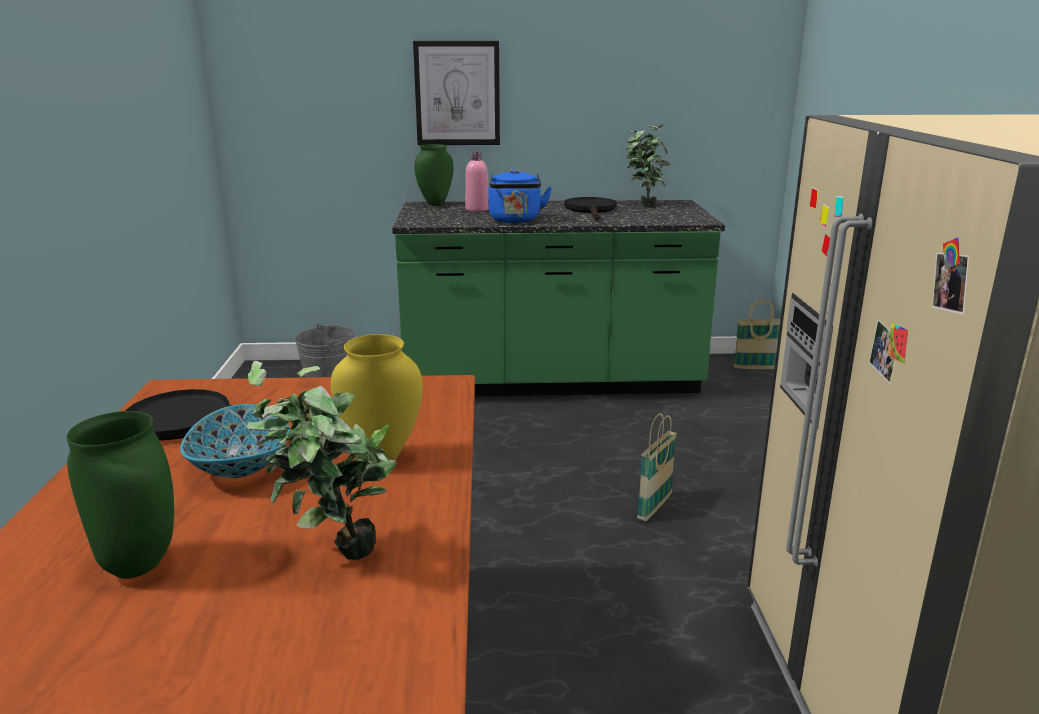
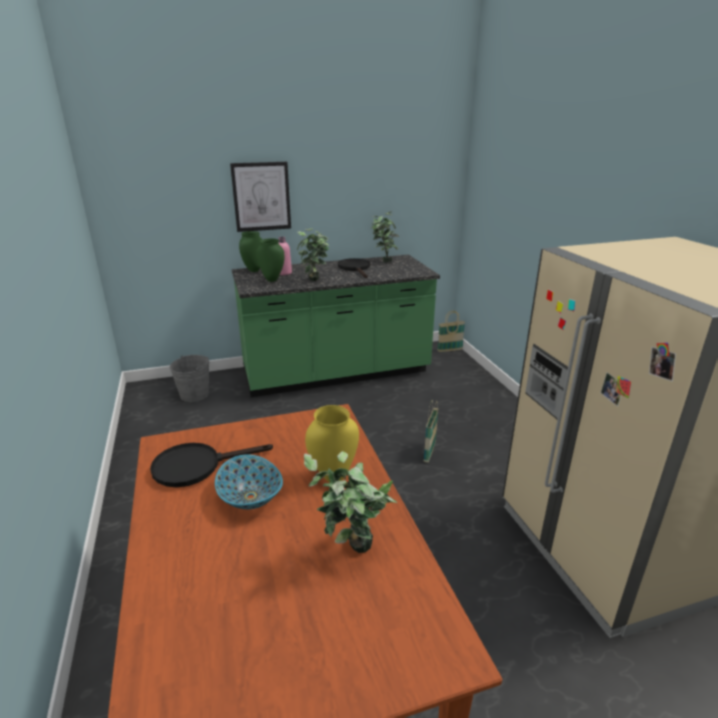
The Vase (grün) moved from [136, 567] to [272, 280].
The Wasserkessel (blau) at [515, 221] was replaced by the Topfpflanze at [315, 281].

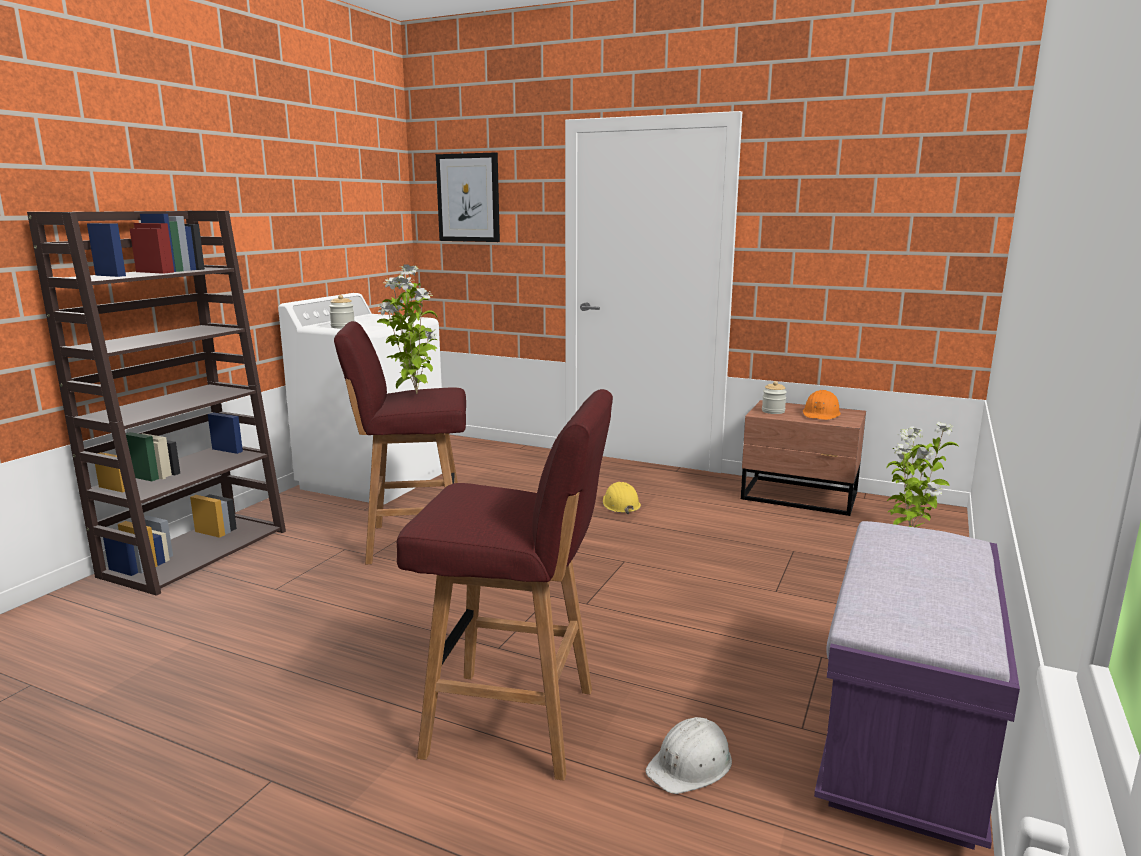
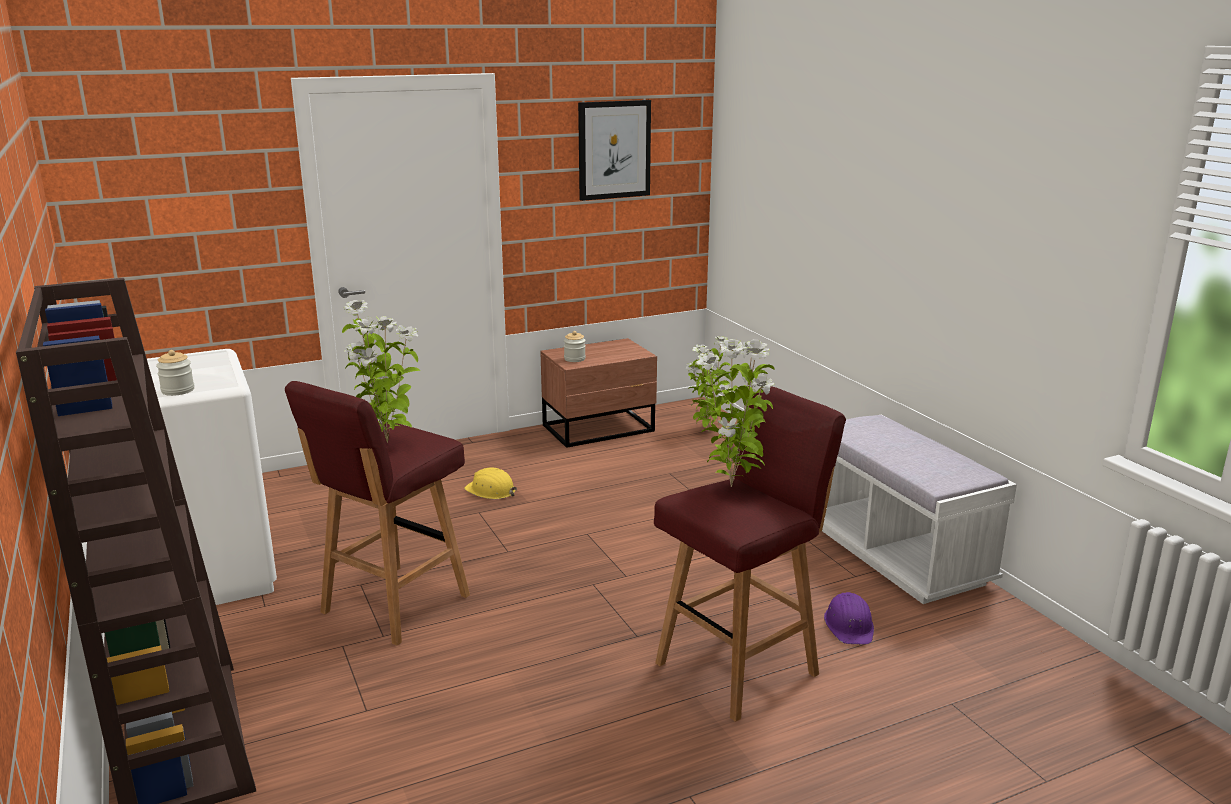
The Schutzhelm (orange) at [821, 414] disappeared.
The Topfpflanze at [733, 486] appeared.
The Bild moved from [468, 198] to [614, 150].
The Schutzhelm (weiß) at [691, 764] became the Schutzhelm (lila) at [849, 625].
The Bank (lila) at [904, 740] became the Bank (weiß) at [896, 555].

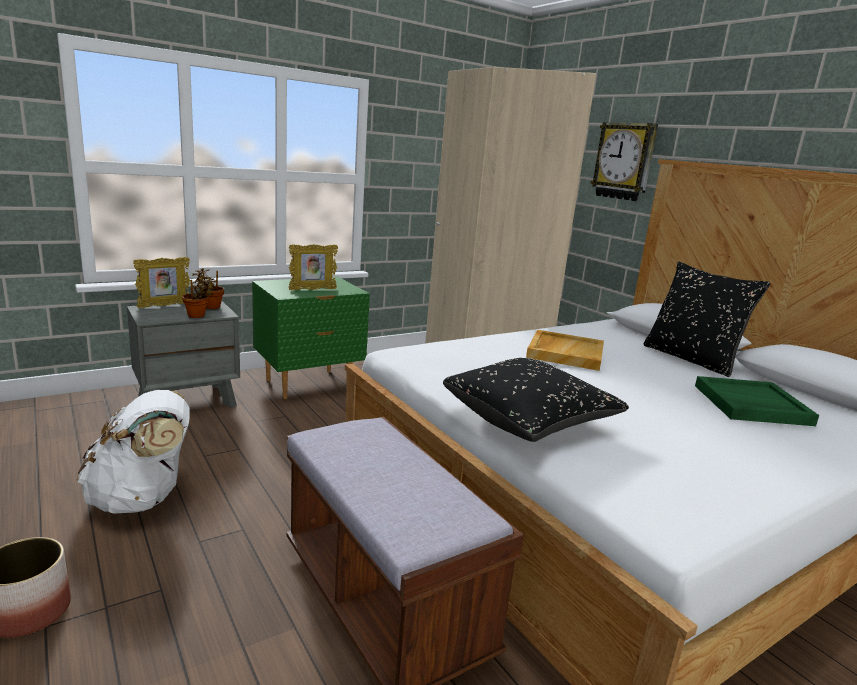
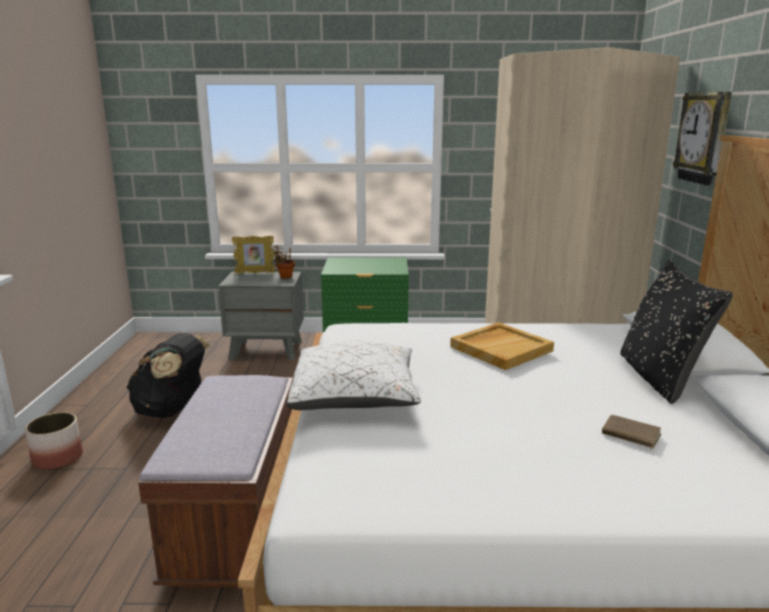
The Topfpflanze at [198, 315] disappeared.
The Bilderrahmen at [312, 289] disappeared.
The Tablett (grün) at [751, 405] was replaced by the Buch (braun) at [630, 435].
The Rucksack (weiß) at [142, 498] became the Rucksack (schwarz) at [172, 410].
The Kissen (schwarz) at [529, 419] became the Kissen (weiß) at [355, 397].

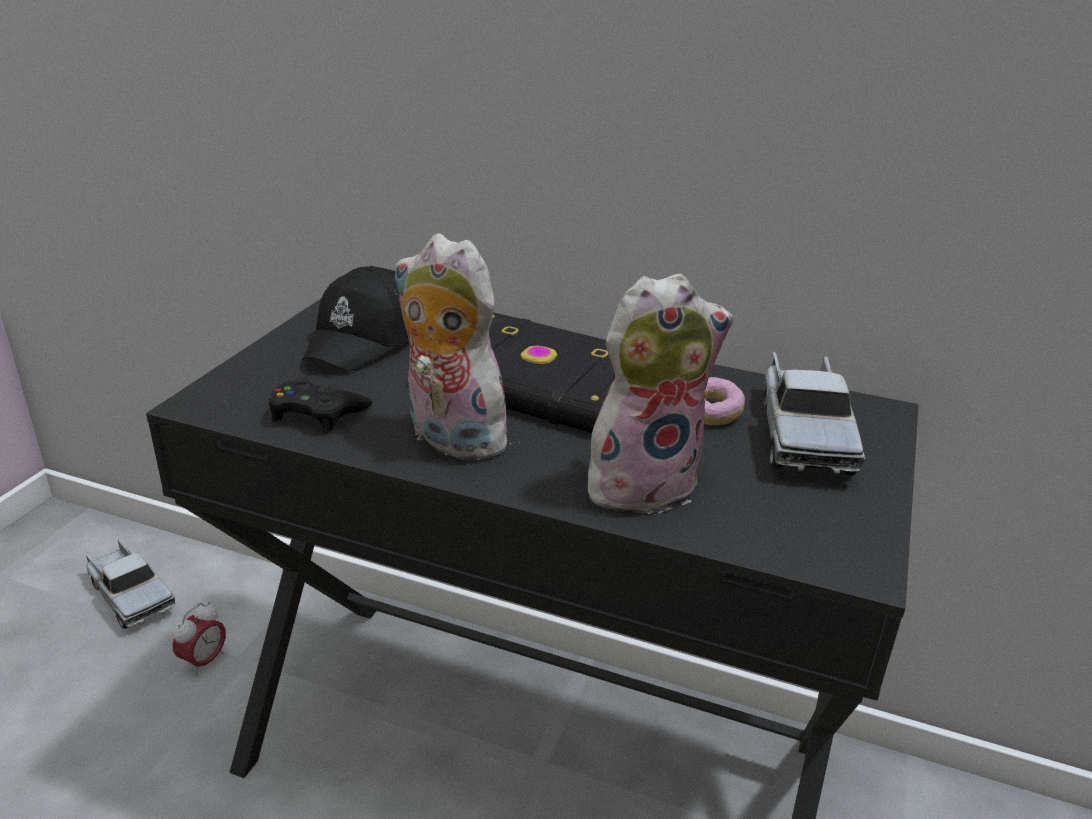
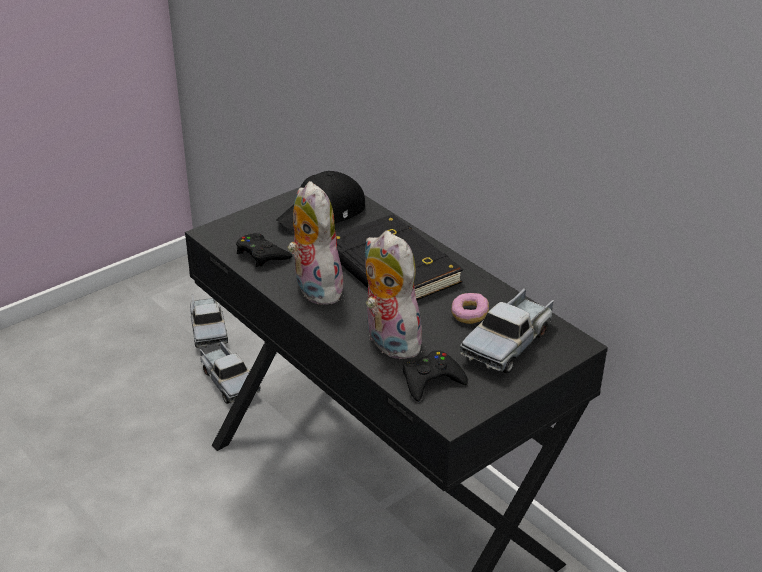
The Gamepad (schwarz) at [431, 380] appeared.
The Wecker at [204, 661] was replaced by the Spielzeuglaster at [228, 381].
The Plüschtier at [642, 483] turned 135 degrees counterclockwise.

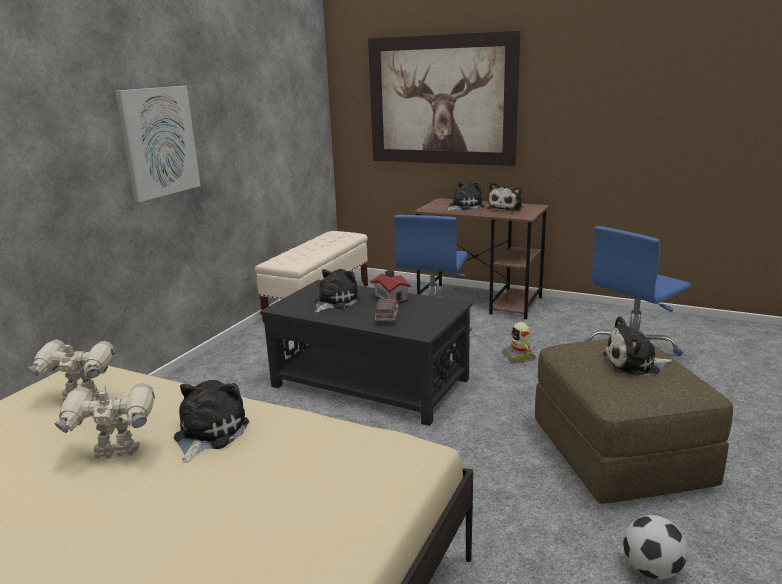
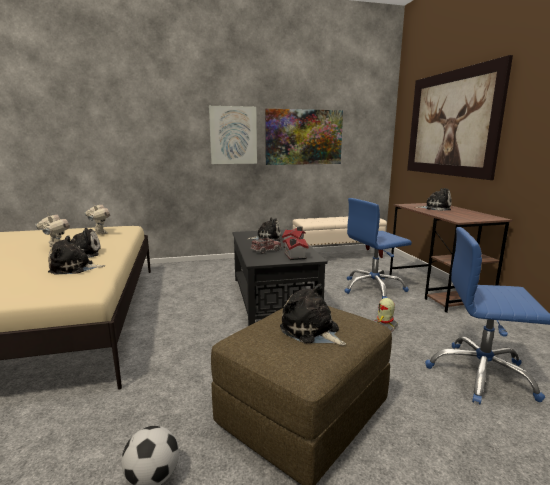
The Bild at [303, 137] appeared.
The Spielzeughaus at [294, 256] appeared.
The Plüschtier moved from [506, 208] to [74, 268].

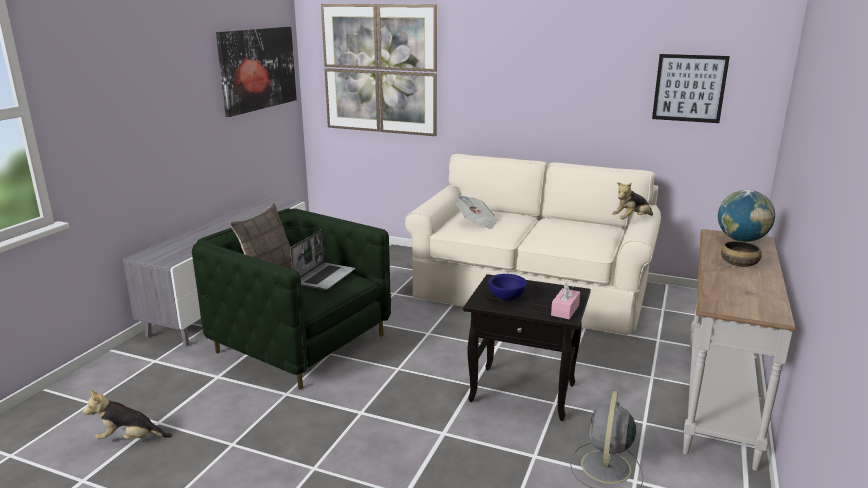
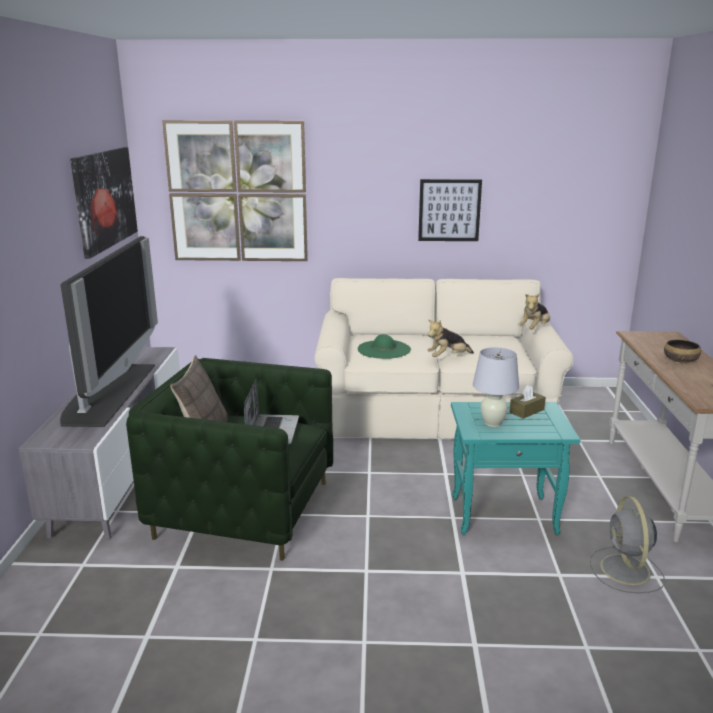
The Taschentuchbox (rosa) at [565, 310] disappeared.
The Globus at [741, 240] disappeared.
The Fernseher at [109, 393] appeared.
The Taschentuchbox (braun) at [526, 411] appeared.
The Plüschtier moved from [130, 439] to [448, 357].
The Bild moved from [689, 88] to [449, 210].
The Zeitung at [477, 223] was replaced by the Hut (grün) at [384, 349].
The Schüssel (blau) at [506, 298] was replaced by the Tischlampe (weiß) at [492, 423].
The Beistelltisch (schwarz) at [524, 392] became the Beistelltisch (türkis) at [505, 514].

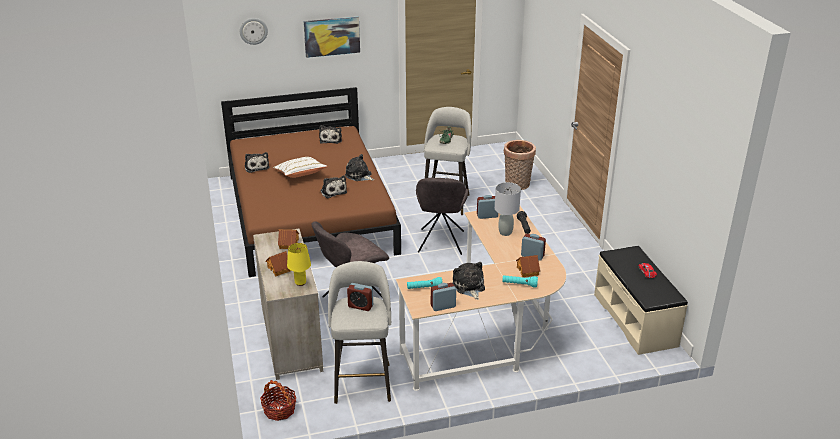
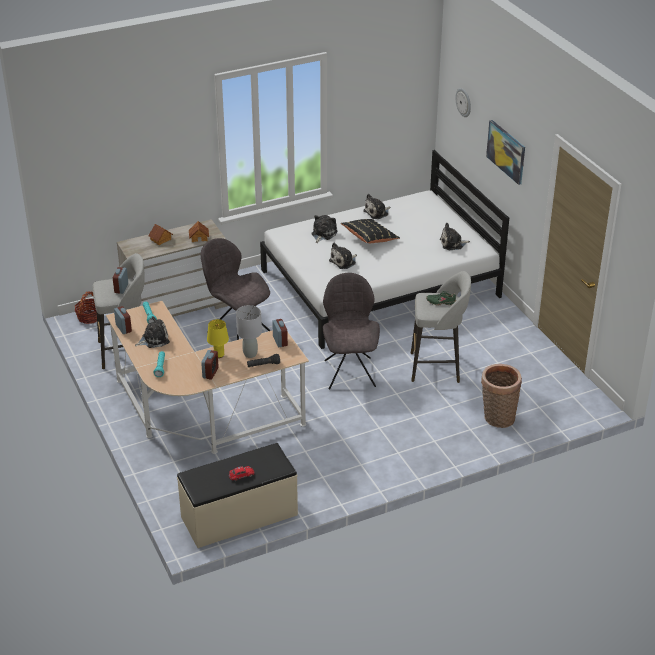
The Spielzeughaus at [528, 271] disappeared.
The Tischlampe (gelb) moved from [300, 283] to [219, 355].
The Plüschtier moved from [359, 175] to [323, 234].
The Bett (braun) at [310, 213] became the Bett (weiß) at [380, 283].
The Kissen (weiß) at [300, 175] became the Kissen (schwarz) at [369, 238].
The Stuhl (grau) at [440, 243] turned 90 degrees clockwise.

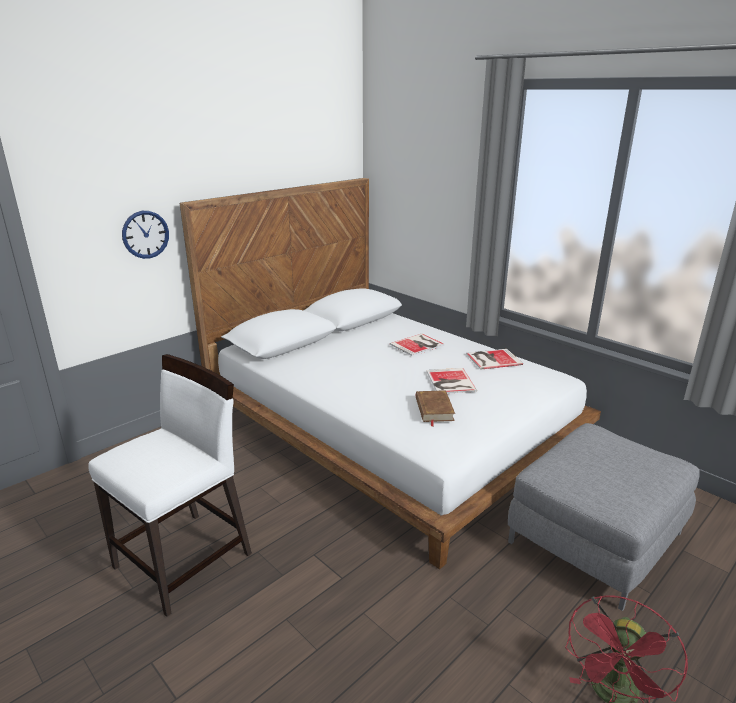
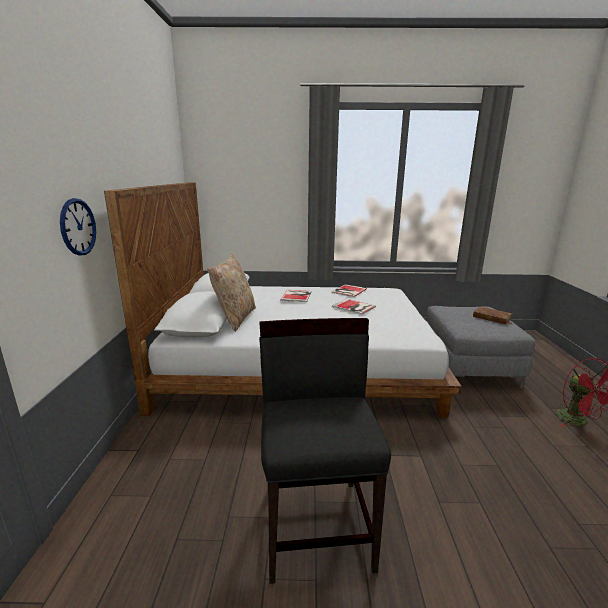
The Kissen (beige) at [235, 318] appeared.
The Buch (braun) moved from [434, 409] to [491, 318].
The Stuhl (weiß) at [185, 560] became the Stuhl (schwarz) at [317, 524].

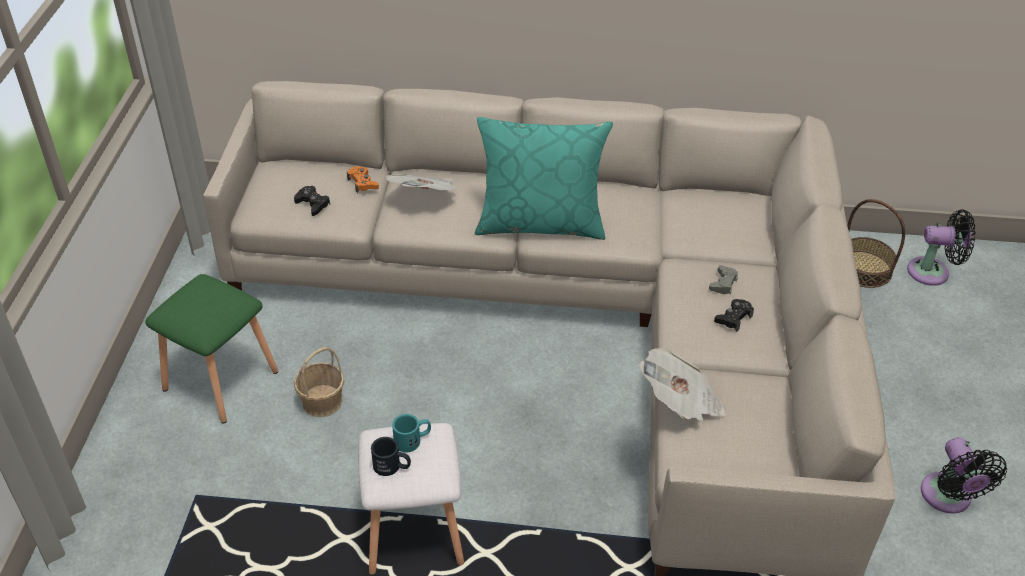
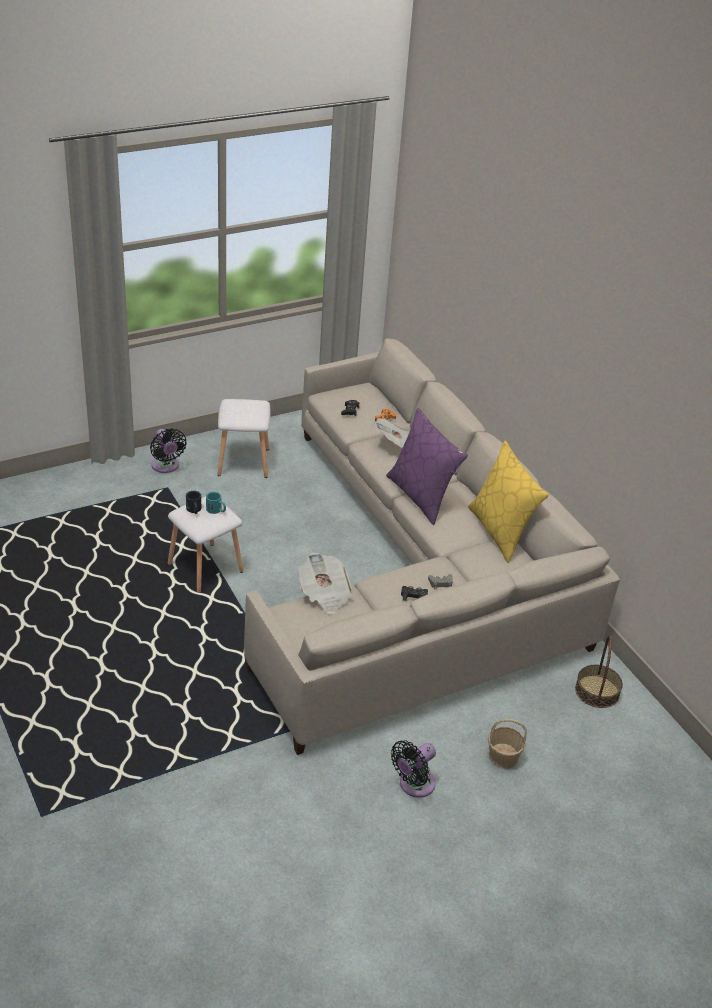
The Kissen (gelb) at [501, 531] appeared.
The Korb moved from [321, 402] to [503, 756].
The Ventilator (schwarz) moved from [933, 272] to [166, 466].
The Hocker (grün) at [219, 380] became the Hocker (weiß) at [243, 461].
The Kissen (türkis) at [540, 223] became the Kissen (lila) at [421, 496].

